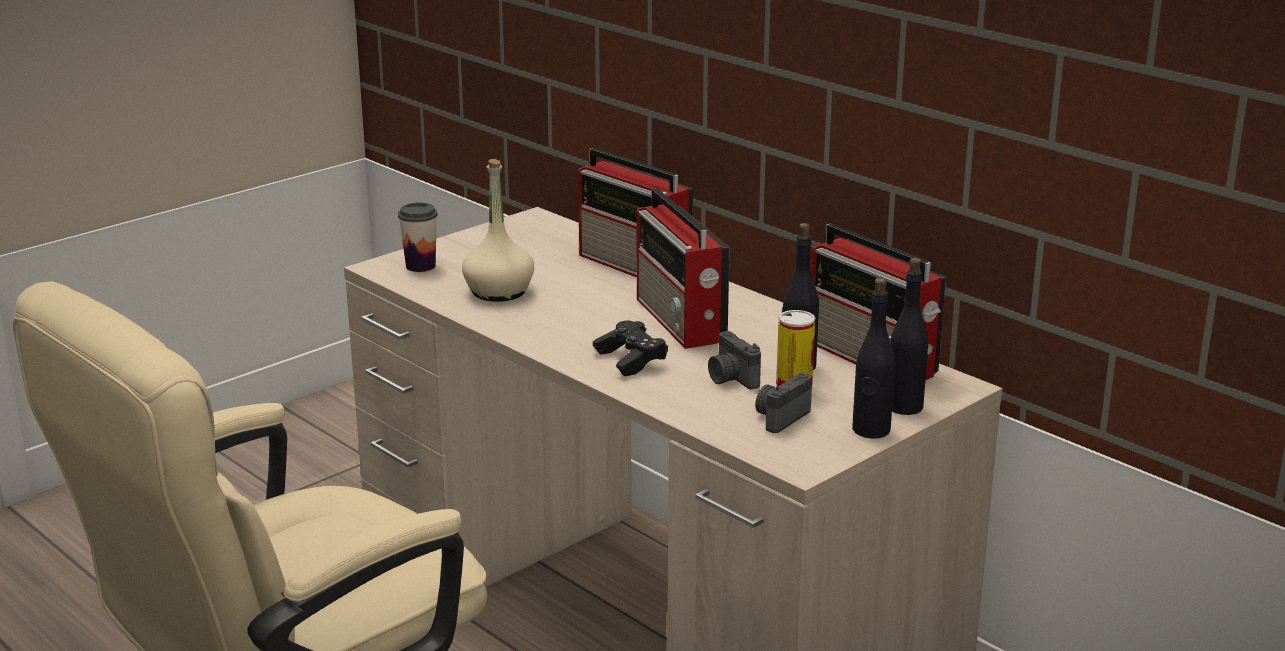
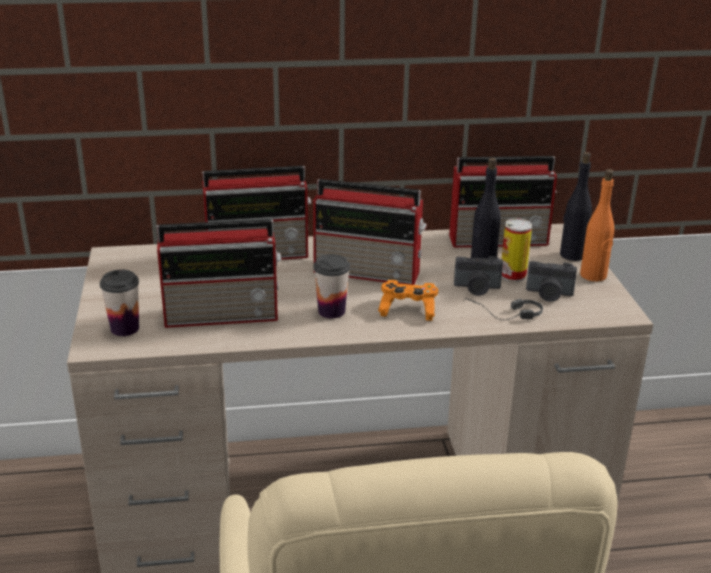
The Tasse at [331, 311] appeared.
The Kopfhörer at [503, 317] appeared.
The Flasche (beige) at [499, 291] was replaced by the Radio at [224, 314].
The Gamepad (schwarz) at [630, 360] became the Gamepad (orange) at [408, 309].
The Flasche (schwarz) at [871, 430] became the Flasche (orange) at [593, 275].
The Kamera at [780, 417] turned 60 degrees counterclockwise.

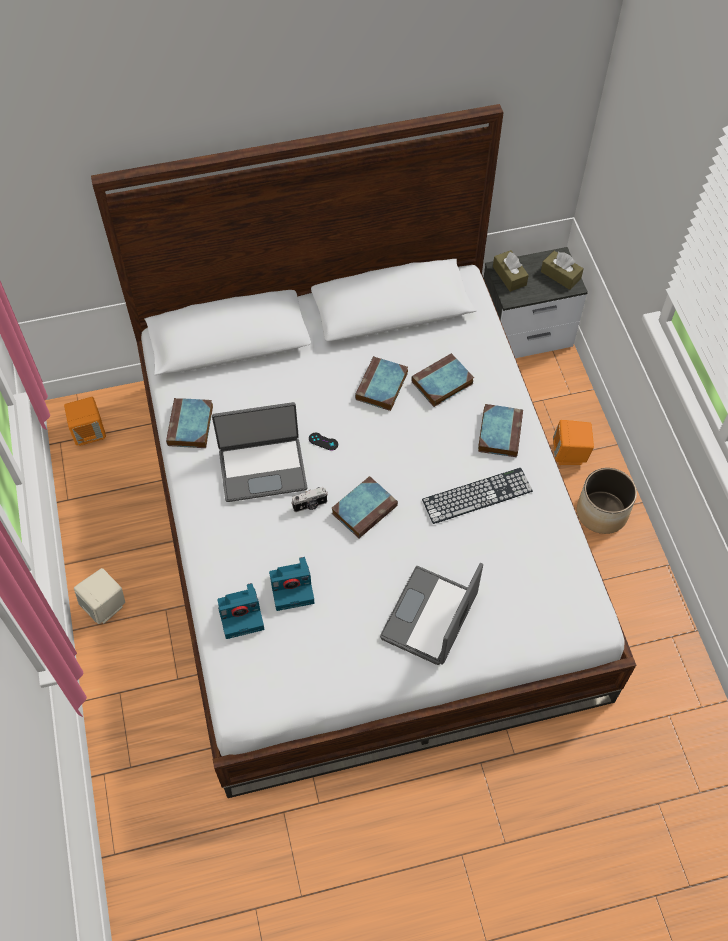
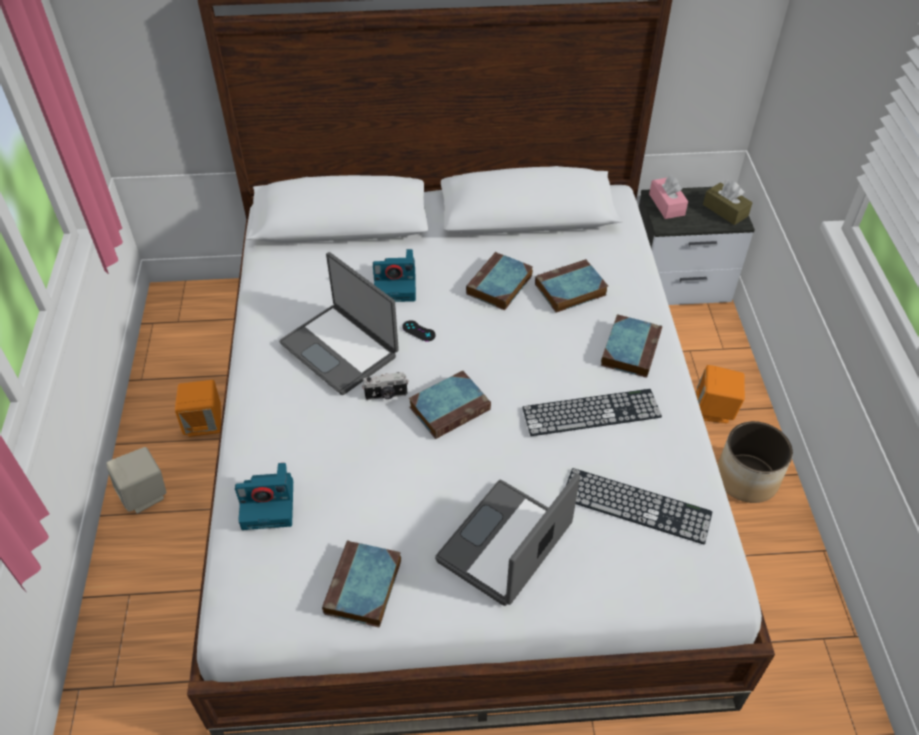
The Tastatur at [636, 505] appeared.
The Lautsprecher (orange) moved from [89, 432] to [205, 423].
The Buch moved from [191, 427] to [363, 588].
The Kamera moved from [292, 587] to [396, 285].
The Taschentuchbox (braun) at [509, 276] became the Taschentuchbox (rosa) at [666, 204].
The Laptop at [262, 468] turned 45 degrees clockwise.

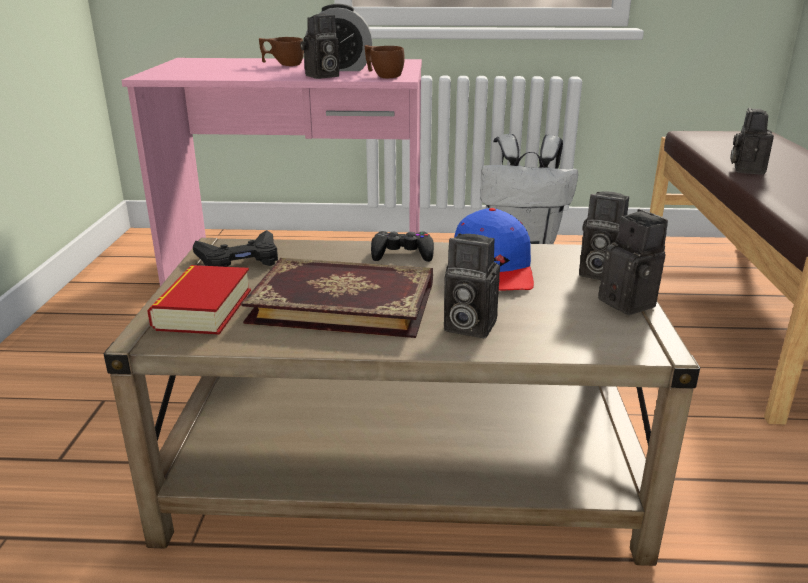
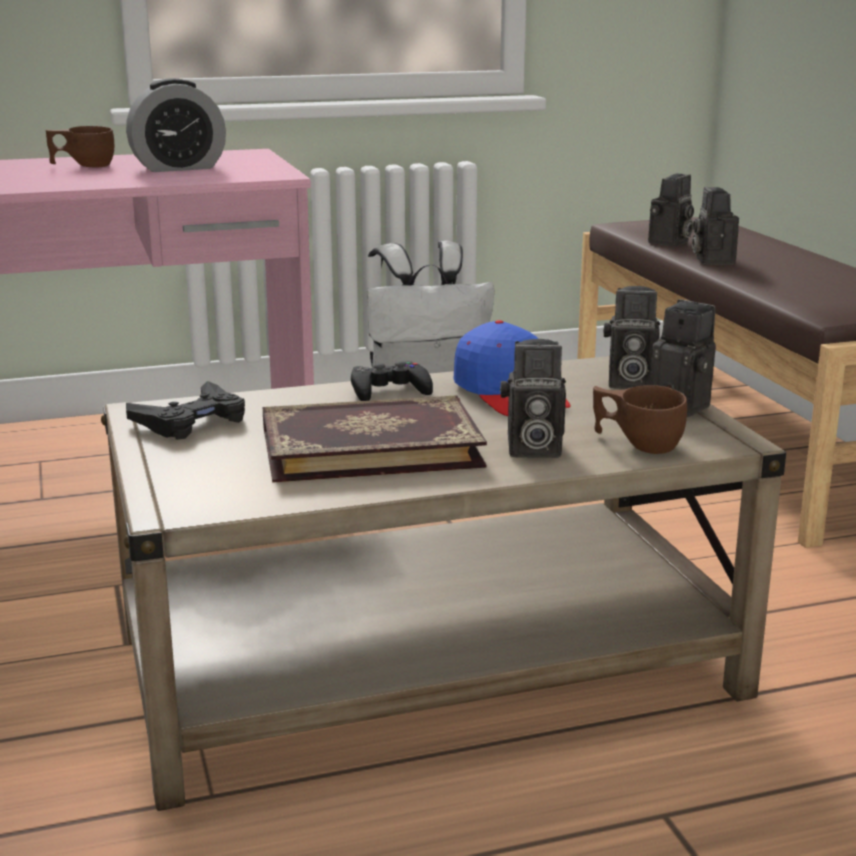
The Buch at [203, 309] disappeared.
The Kamera moved from [321, 76] to [670, 243].
The Tasse (braun) moved from [383, 75] to [637, 443].

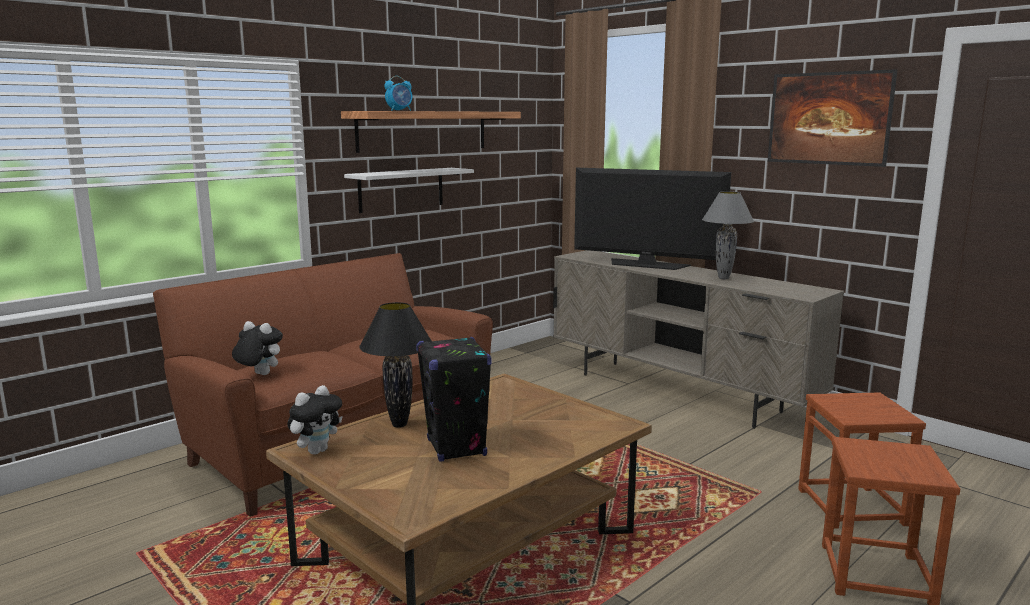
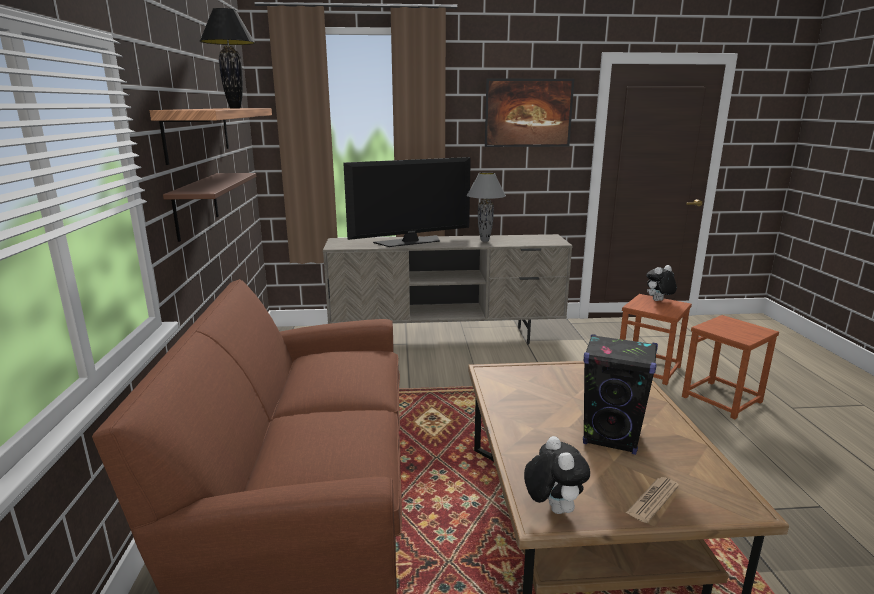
The Wecker at [399, 110] disappeared.
The Zeitung at [652, 500] appeared.
The Plüschtier moved from [259, 375] to [658, 301].
The Tischlampe (schwarz) moved from [399, 424] to [234, 108].
The Wandregal (weiß) at [401, 189] became the Wandregal (braun) at [196, 205].

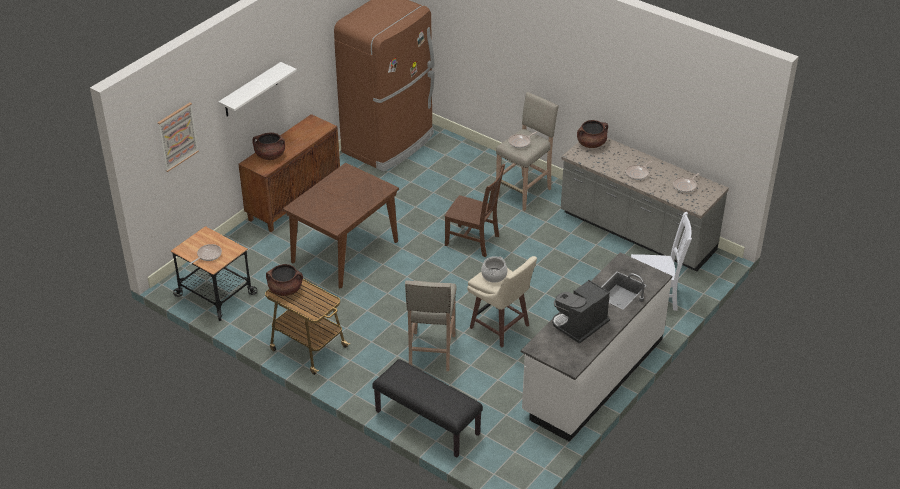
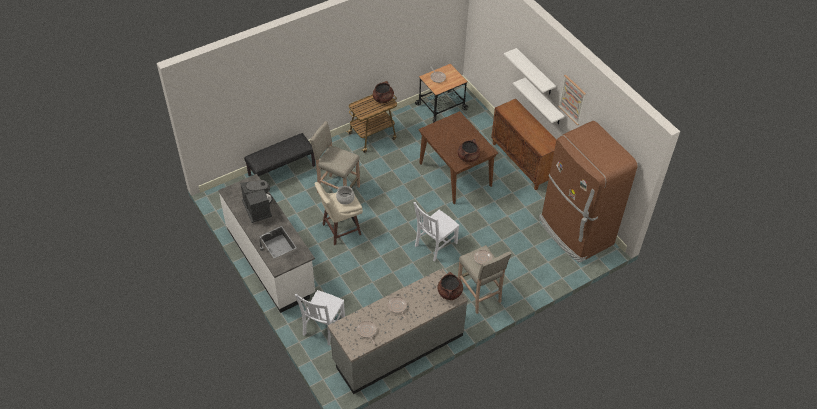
The Wandregal (weiß) at [543, 102] appeared.
The Bild moved from [177, 136] to [572, 99].
The Kochtopf (braun) moved from [270, 156] to [468, 157].
The Stuhl (braun) at [474, 241] became the Stuhl (weiß) at [434, 245].

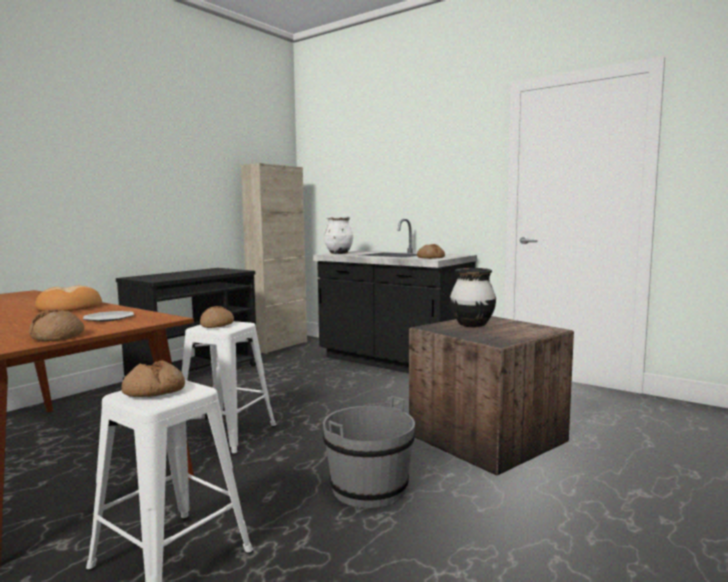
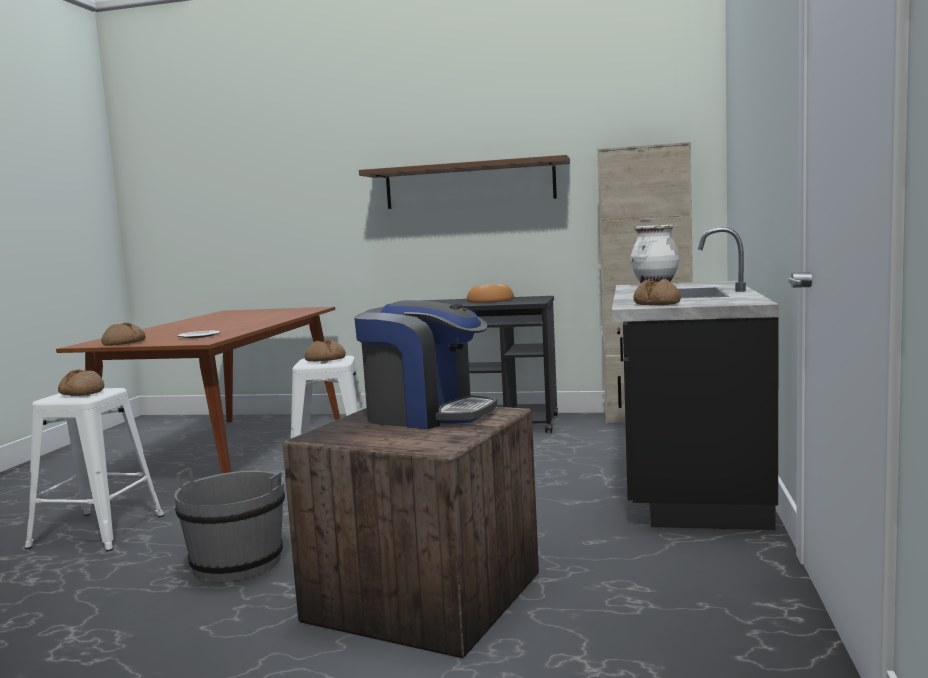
The Wandregal (braun) at [469, 184] appeared.
The Brot moved from [69, 307] to [490, 300].
The Vase (schwarz) at [472, 325] was replaced by the Kaffeemaschine at [427, 415].

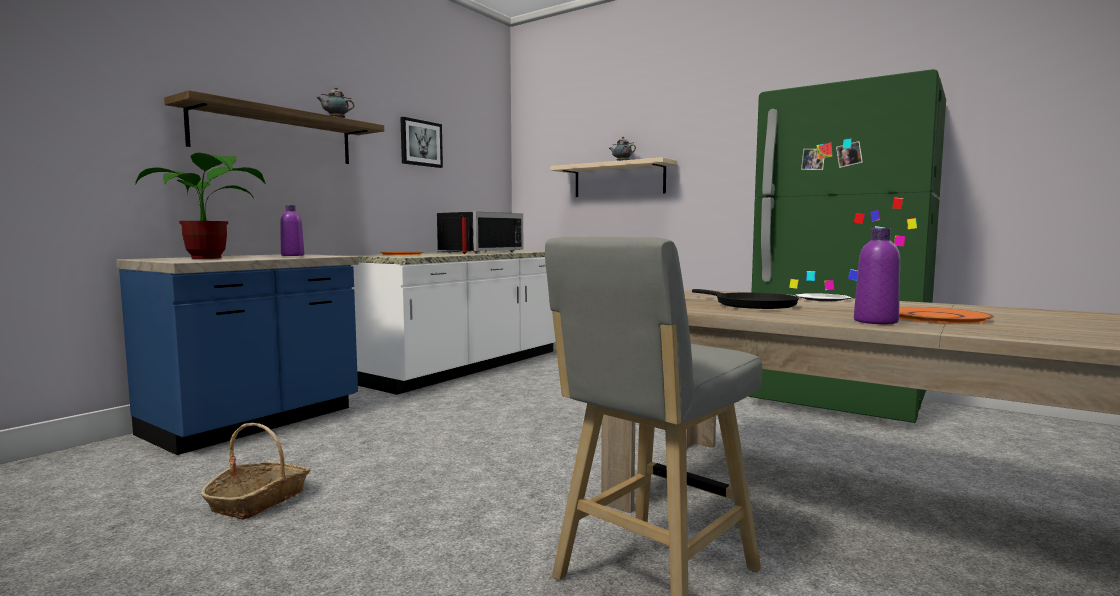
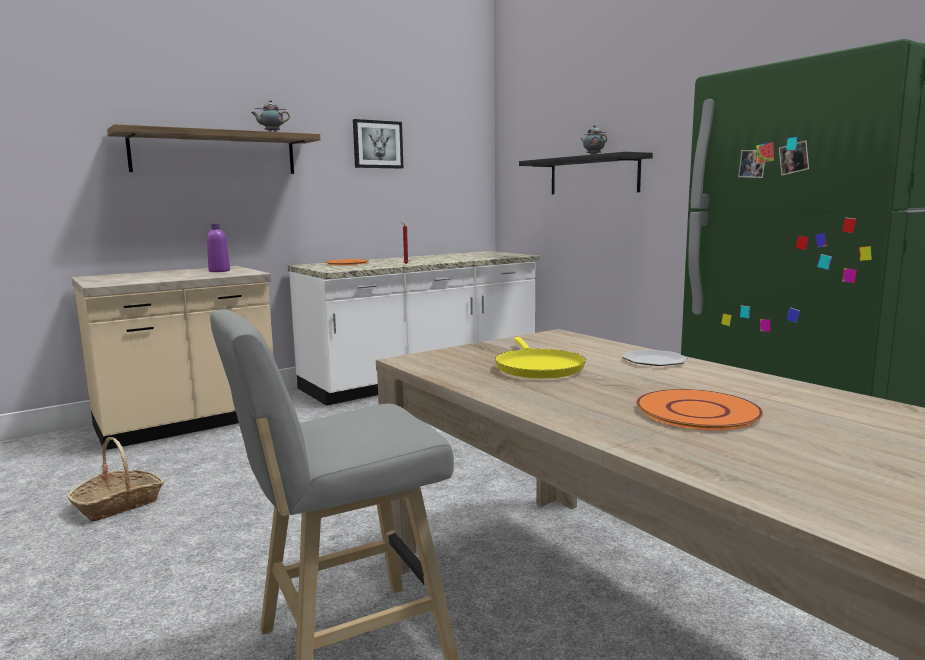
The Topfpflanze at [210, 258] disappeared.
The Mikrowelle (schwarz) at [477, 252] disappeared.
The Flasche (lila) at [875, 321] disappeared.
The Küchenzeile (blau) at [254, 422] became the Küchenzeile (beige) at [186, 423].
The Wandregal (beige) at [619, 180] became the Wandregal (schwarz) at [593, 175].
The Pfanne (schwarz) at [751, 305] became the Pfanne (gelb) at [537, 367].

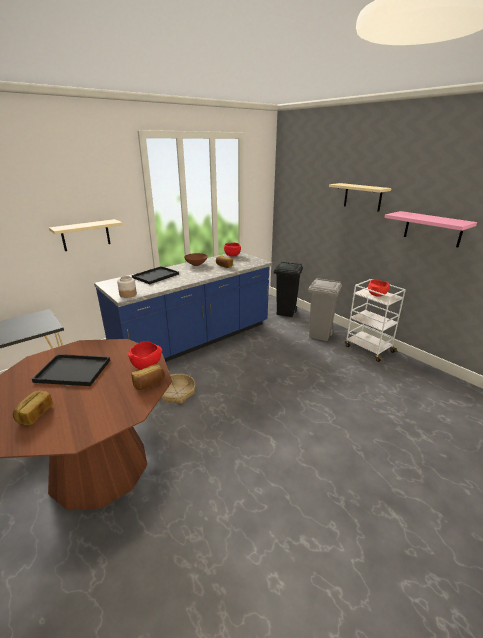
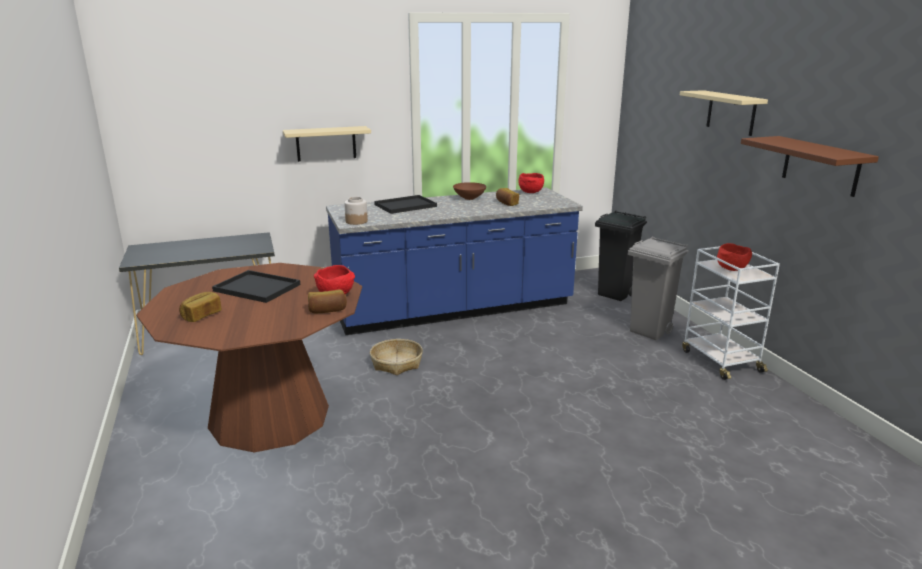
The Wandregal (rosa) at [432, 229] became the Wandregal (braun) at [820, 166].

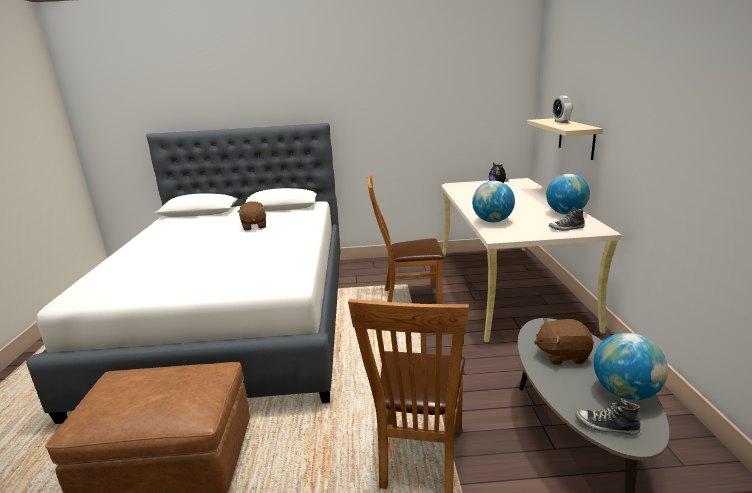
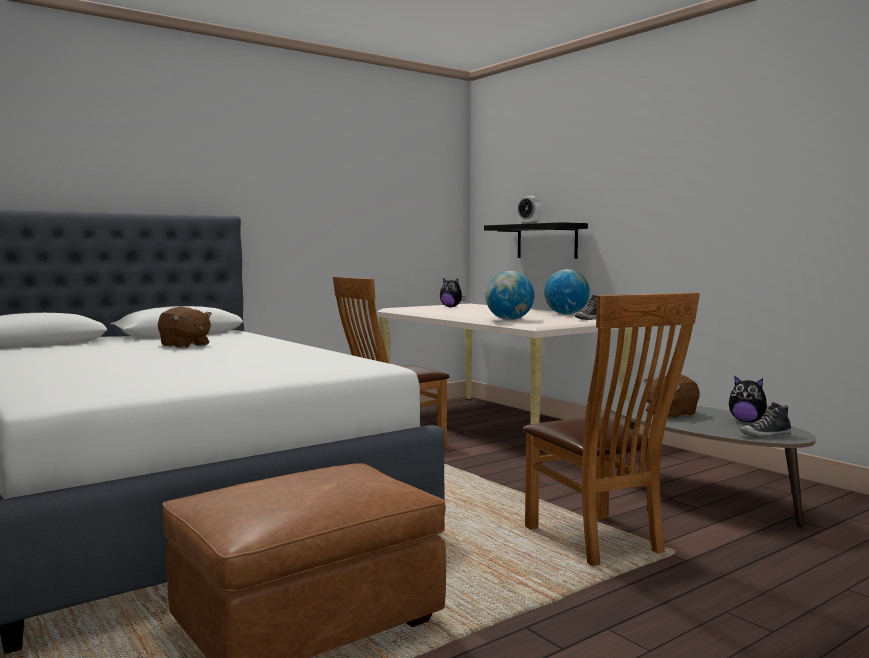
The Globus at [625, 392] was replaced by the Plüschtier at [747, 421].
The Wandregal (beige) at [576, 138] became the Wandregal (schwarz) at [546, 241].

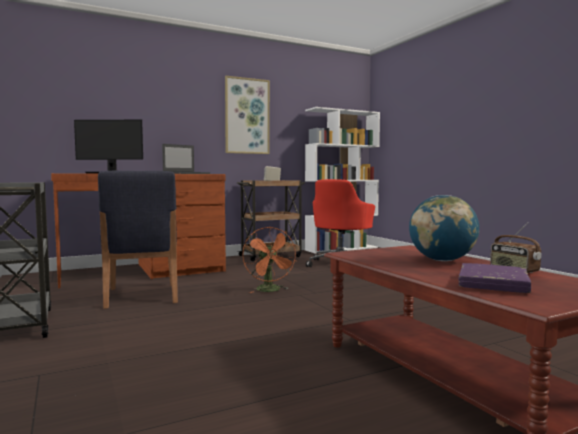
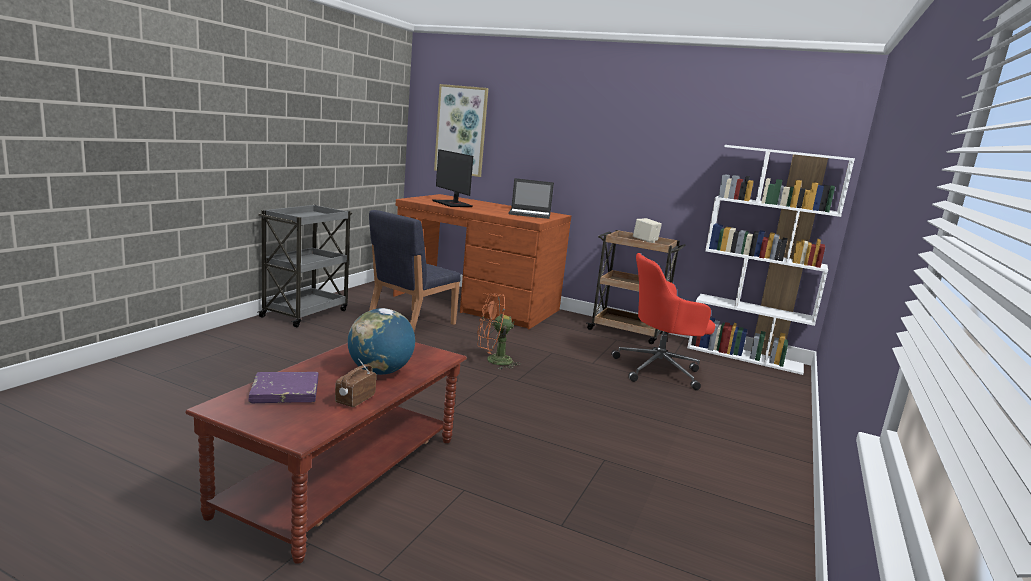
The Bild moved from [247, 116] to [461, 130].
The Ventilator (orange) at [270, 291] turned 45 degrees clockwise.

